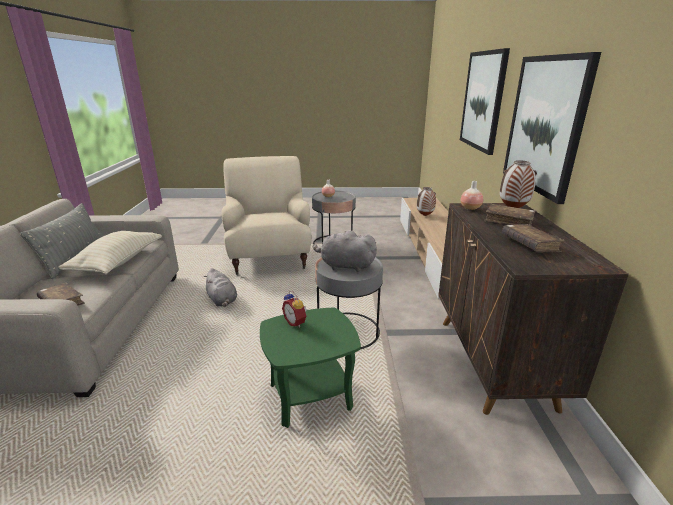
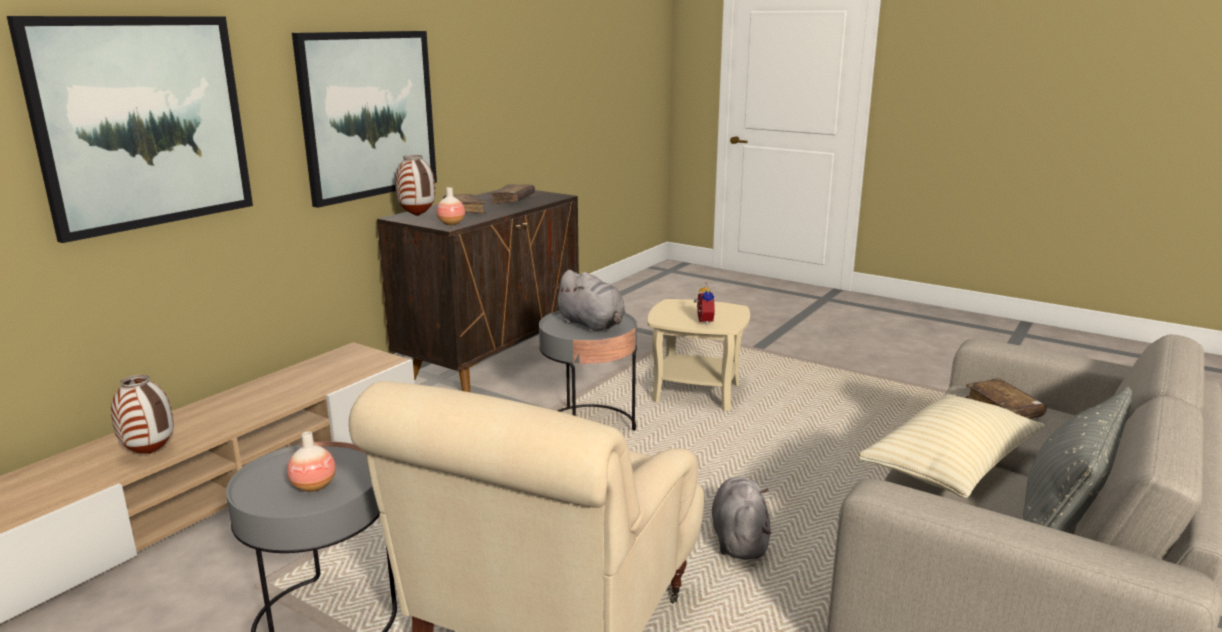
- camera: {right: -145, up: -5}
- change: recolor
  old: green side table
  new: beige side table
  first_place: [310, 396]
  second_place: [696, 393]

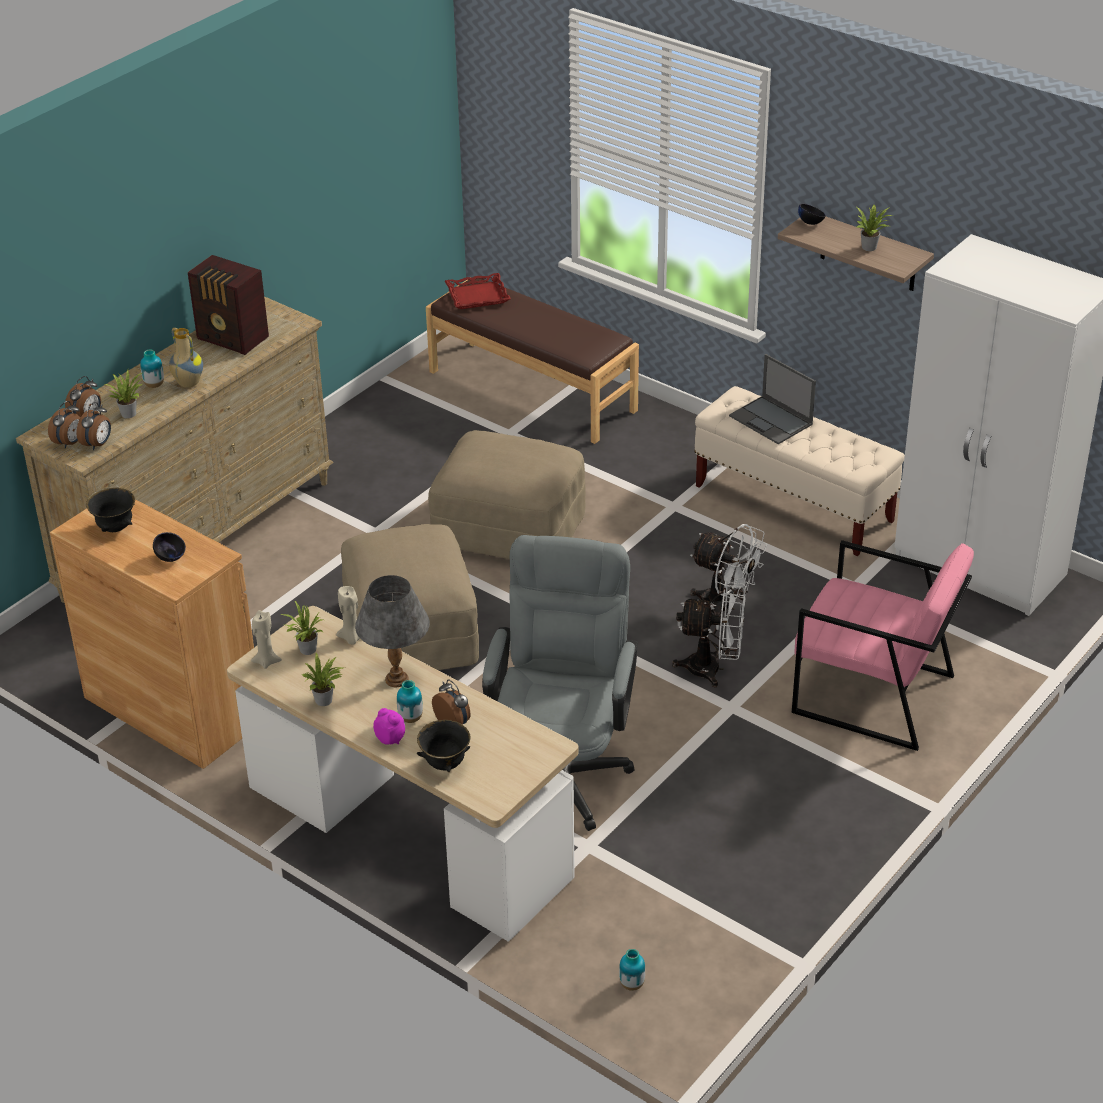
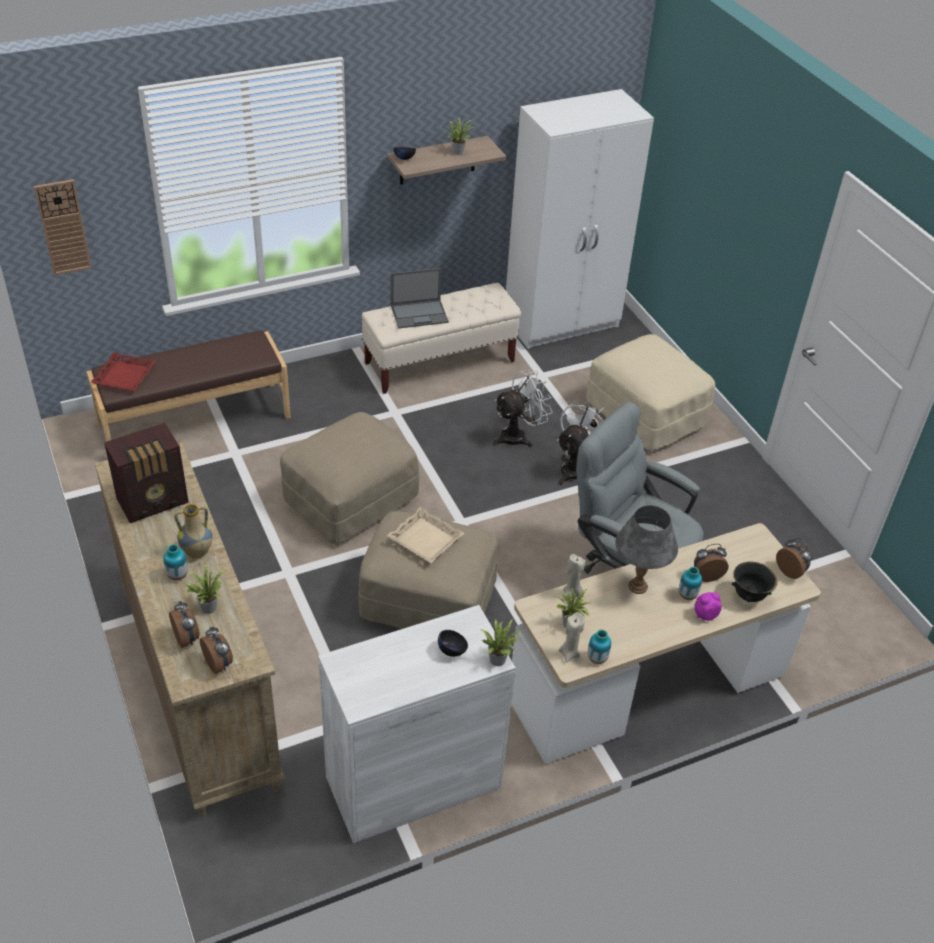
- camera: {right: -65, up: 5}
- change: insert
  new: wall clock
  second_place: [63, 227]
- change: recolor
  old: brown cabinet
  new: white cabinet
  first_place: [173, 709]
  second_place: [413, 783]
- change: insert
  new: beige tray
  second_place: [425, 539]
- change: move
  old: potted plant
  first_place: [326, 701]
  second_place: [499, 659]
- change: replace
  old: pink armchair
  new: beige ottoman
  first_place: [873, 694]
  second_place: [646, 414]
- change: move
  old: vase
  first_place: [632, 984]
  second_place: [597, 658]
- change: move
  old: alarm clock
  first_place: [98, 444]
  second_place: [790, 571]
- change: delete
  old: black bowl
  first_place: [115, 528]

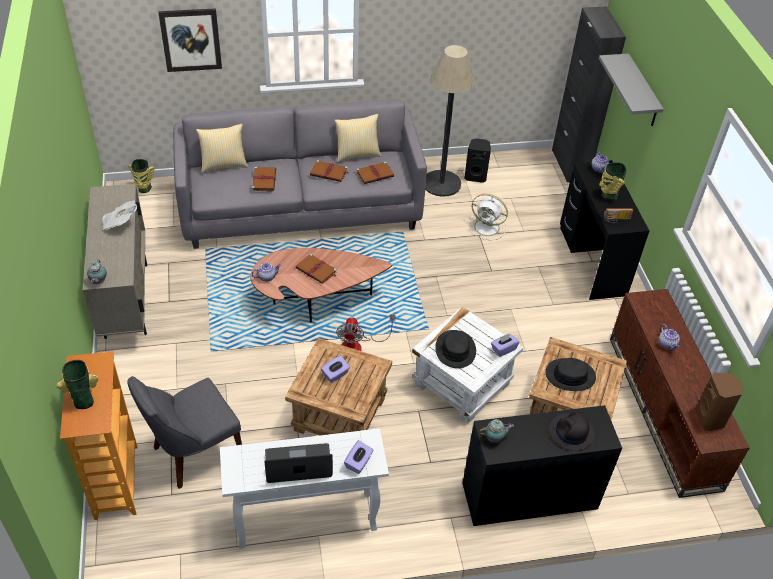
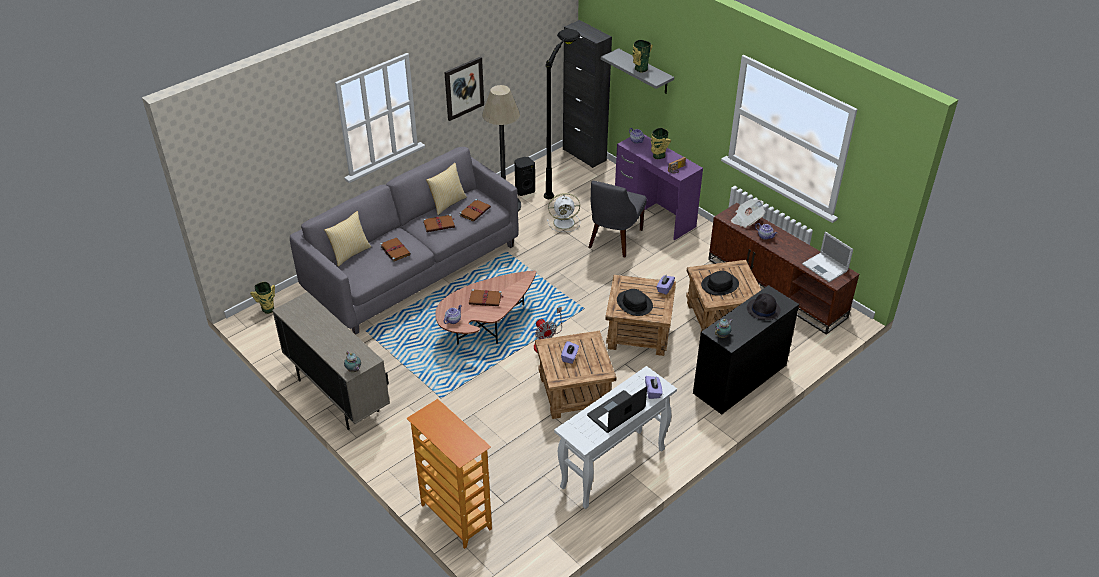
- camera: {right: -30, up: -5}
- change: move
  old: picture
  first_place: [191, 40]
  second_place: [464, 88]
- change: insert
  new: black floor lamp
  second_place: [562, 178]
- change: move
  old: grey chair
  first_place: [194, 453]
  second_place: [613, 240]
- change: recolor
  old: white side table
  new: brown side table
  first_place: [462, 383]
  second_place: [638, 332]
- change: recolor
  old: black desk
  new: purple desk
  first_place: [592, 261]
  second_place: [655, 214]
- change: move
  old: vase
  first_place: [83, 399]
  second_place: [640, 68]
- change: move
  old: newspaper
  first_place: [120, 223]
  second_place: [746, 220]
- change: replace
  old: brown speaker
  new: laptop
  first_place: [711, 418]
  second_place: [825, 268]

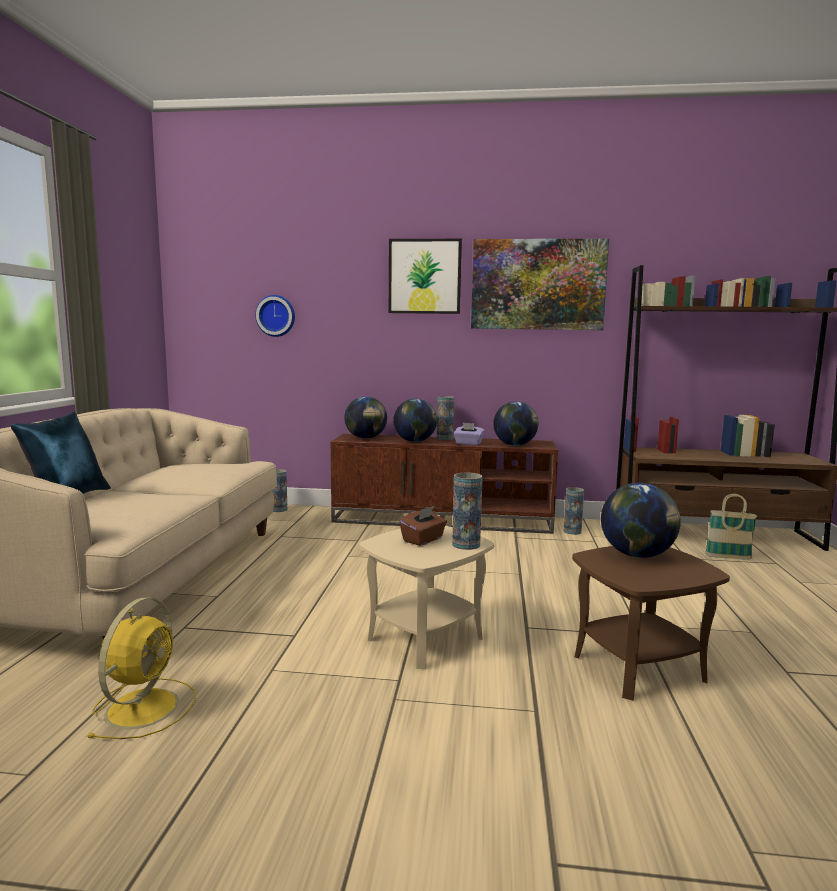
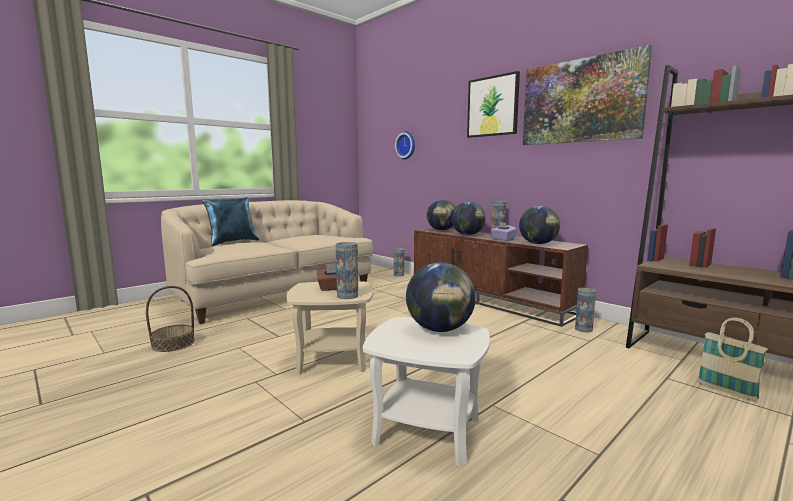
- camera: {right: 40, up: 0}
- change: replace
  old: yellow fan
  new: basket
  first_place: [144, 706]
  second_place: [173, 344]
- change: recolor
  old: brown side table
  new: white side table
  first_place: [639, 667]
  second_place: [427, 430]

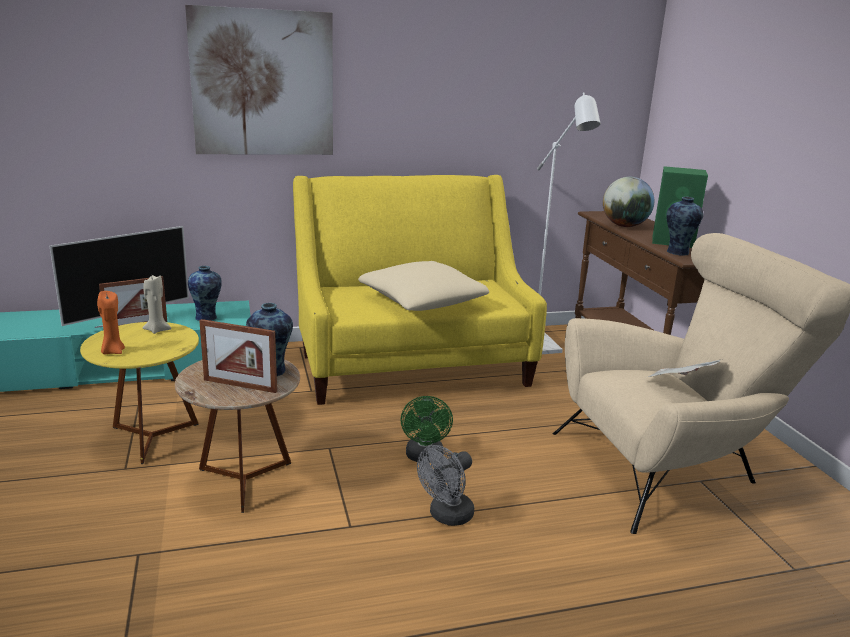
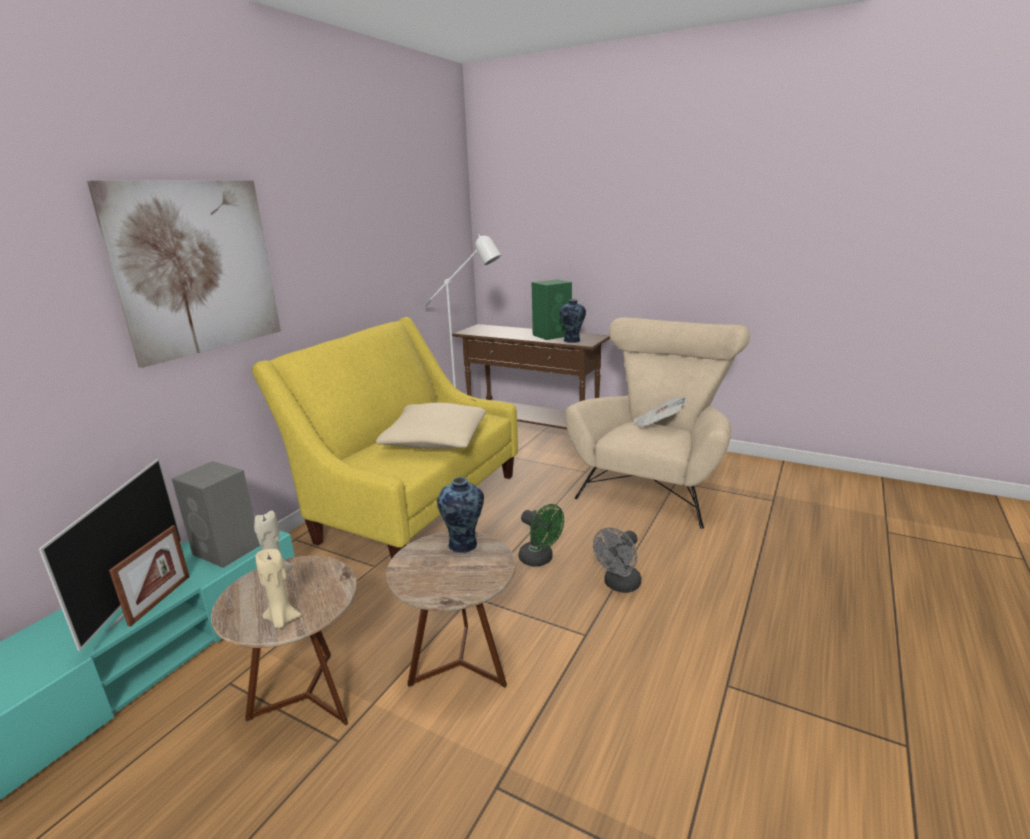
- camera: {right: -45, up: 0}
- change: replace
  old: vase
  new: grey speaker
  first_place: [207, 318]
  second_place: [227, 550]
- change: recolor
  old: yellow side table
  new: brown side table
  first_place: [151, 438]
  second_place: [308, 698]
- change: recolor
  old: orange candle
  new: beige candle
  first_place: [113, 352]
  second_place: [282, 620]
- change: rotate
  old: grey fan
  first_place: [446, 516]
  second_place: [619, 585]
  degrees: 45
- change: delete
  old: picture frame
  first_place: [240, 385]
- change: delete
  old: globe
  first_place: [624, 226]

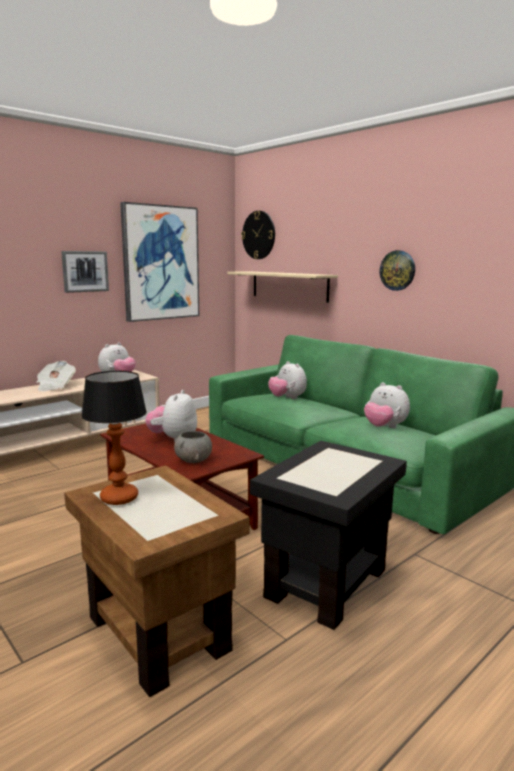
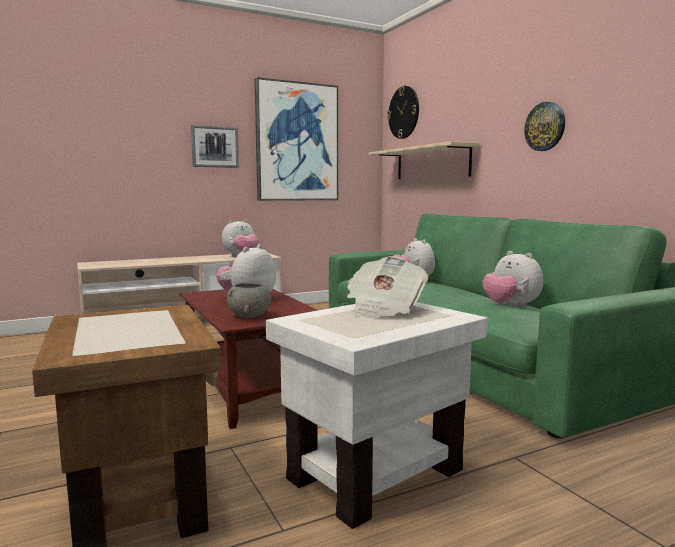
- camera: {right: 15, up: -5}
- change: recolor
  old: black side table
  new: white side table
  first_place: [325, 582]
  second_place: [374, 473]
- change: move
  old: newspaper
  first_place: [55, 387]
  second_place: [383, 309]
- change: delete
  old: table lamp
  first_place: [120, 497]

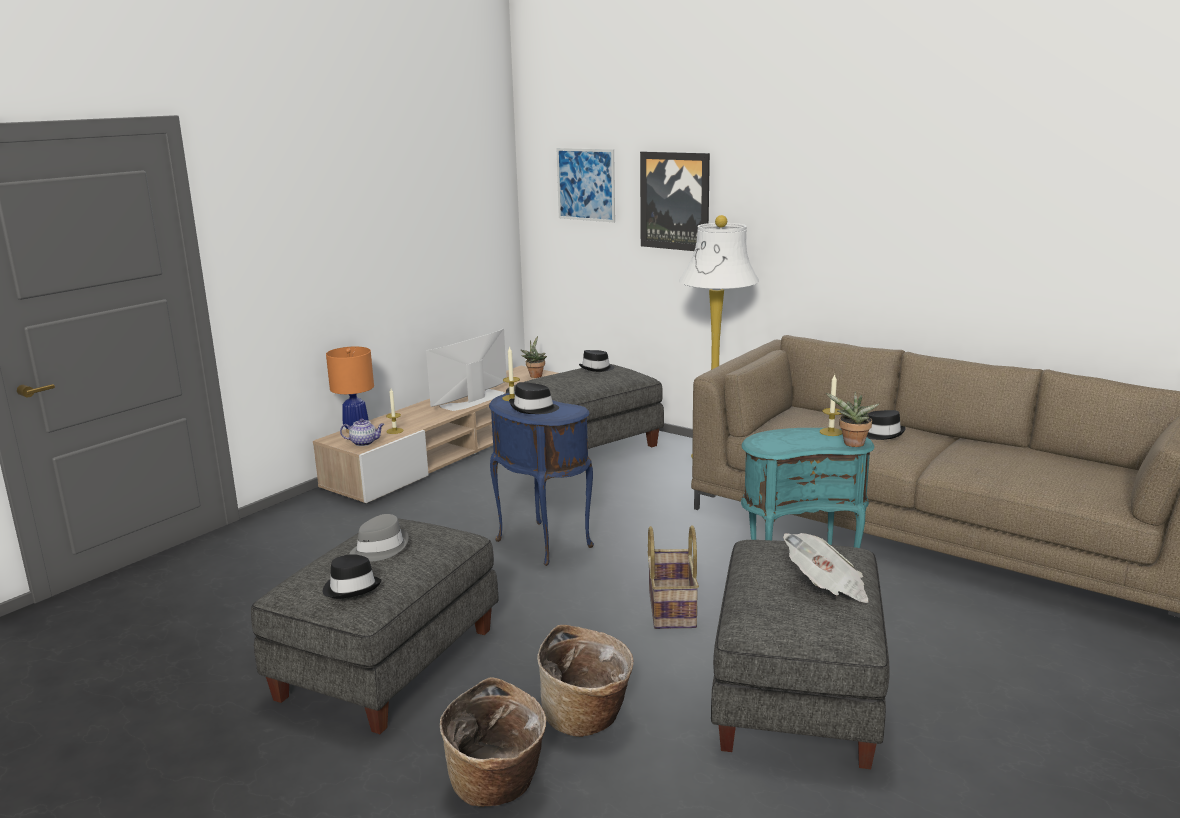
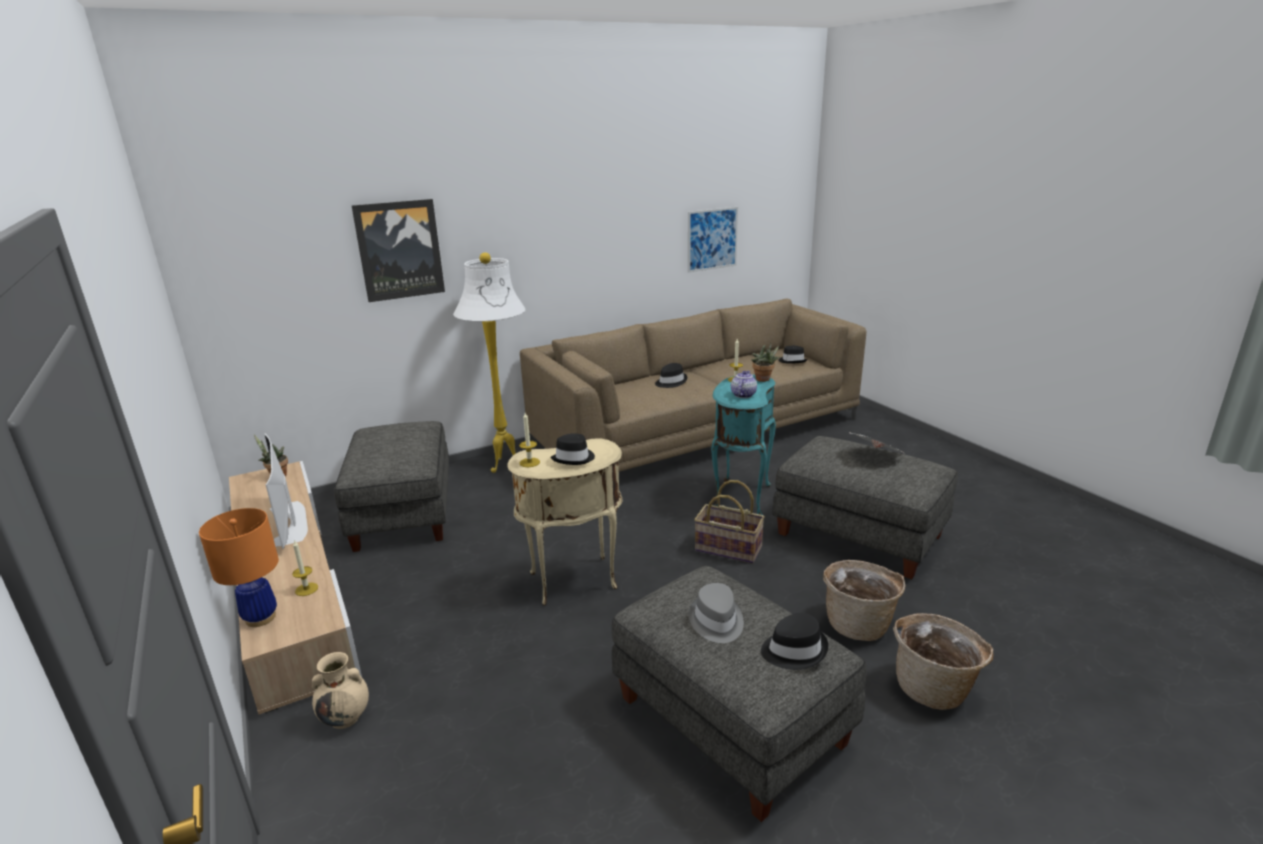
- camera: {right: -65, up: 5}
- change: insert
  new: beige vase
  second_place: [346, 717]
- change: recolor
  old: blue side table
  new: beige side table
  first_place: [541, 545]
  second_place: [574, 582]
- change: move
  old: picture
  first_place: [586, 184]
  second_place: [712, 239]
- change: move
  old: teapot
  first_place: [364, 443]
  second_place: [743, 395]
- change: move
  old: black hat
  first_place: [597, 368]
  second_place: [792, 361]

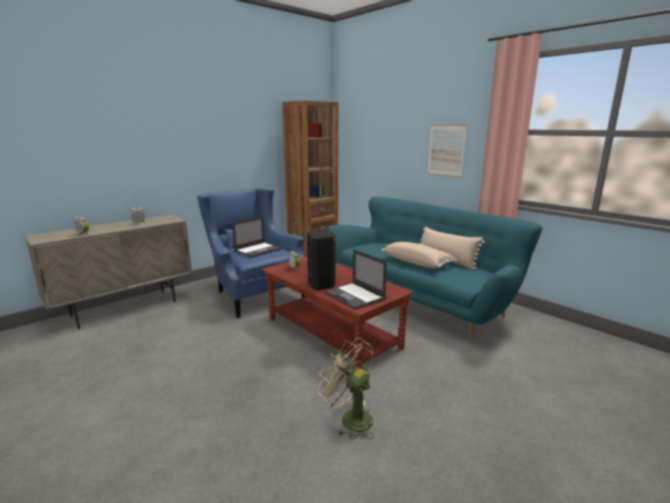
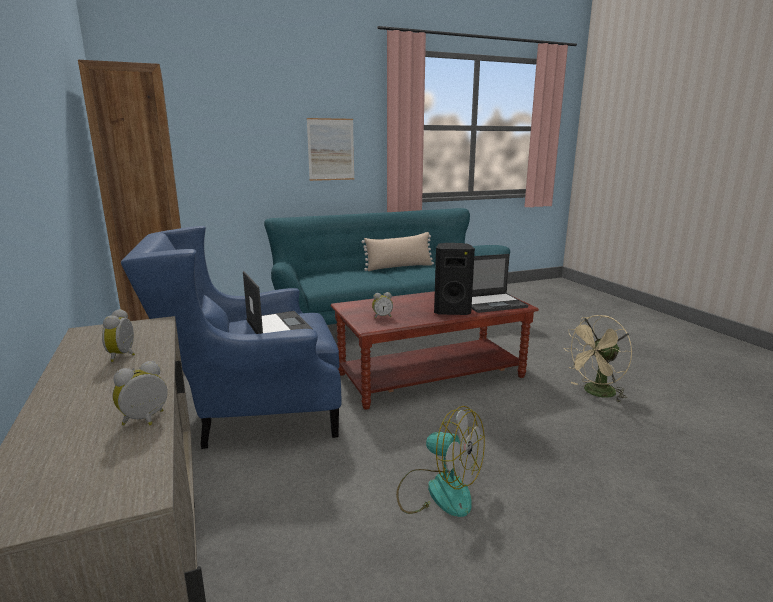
- camera: {right: -70, up: 0}
- change: insert
  new: fan
  second_place: [438, 491]
- change: delete
  old: beige pillow
  first_place: [417, 263]

